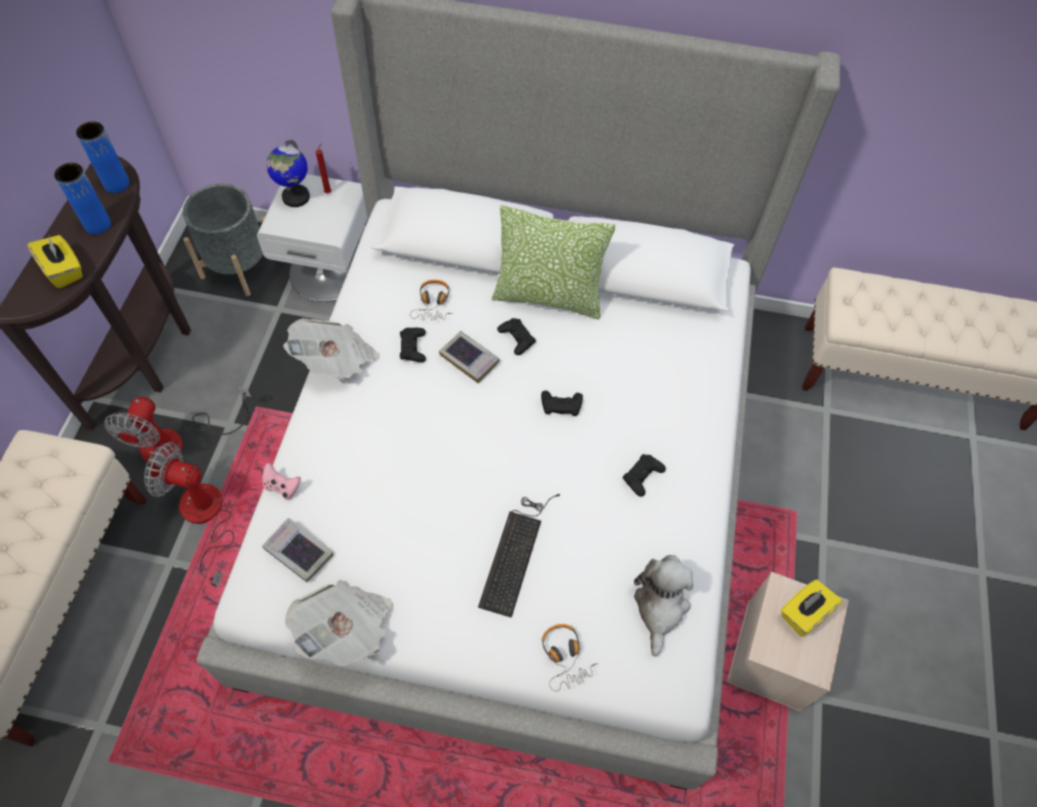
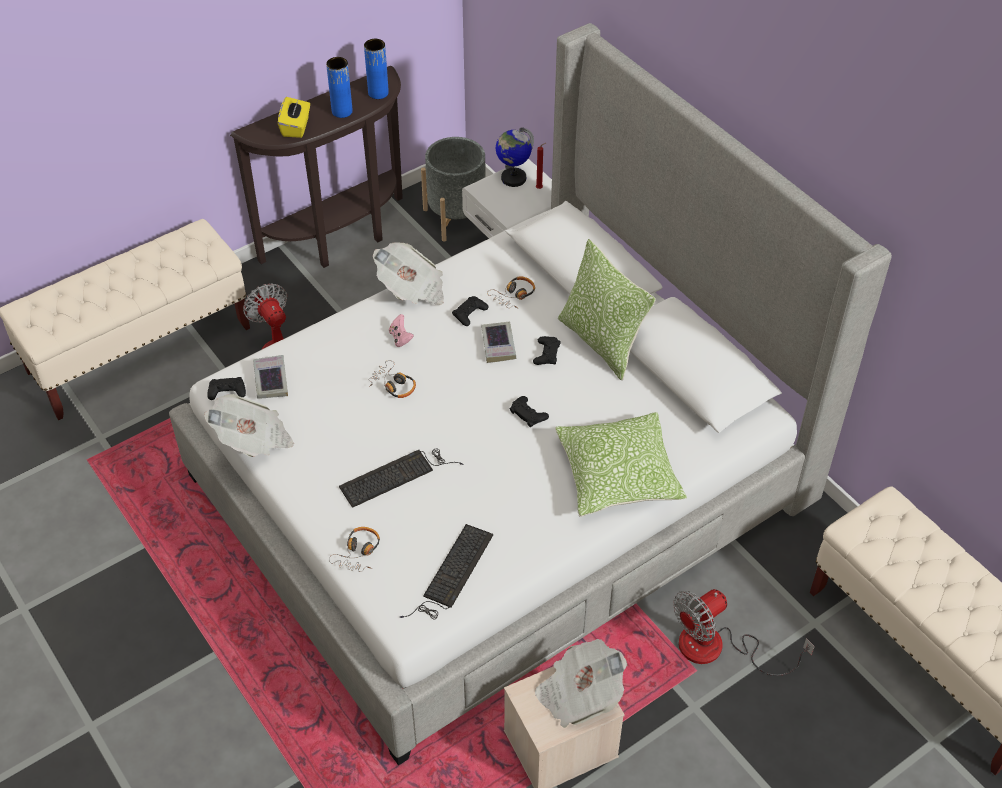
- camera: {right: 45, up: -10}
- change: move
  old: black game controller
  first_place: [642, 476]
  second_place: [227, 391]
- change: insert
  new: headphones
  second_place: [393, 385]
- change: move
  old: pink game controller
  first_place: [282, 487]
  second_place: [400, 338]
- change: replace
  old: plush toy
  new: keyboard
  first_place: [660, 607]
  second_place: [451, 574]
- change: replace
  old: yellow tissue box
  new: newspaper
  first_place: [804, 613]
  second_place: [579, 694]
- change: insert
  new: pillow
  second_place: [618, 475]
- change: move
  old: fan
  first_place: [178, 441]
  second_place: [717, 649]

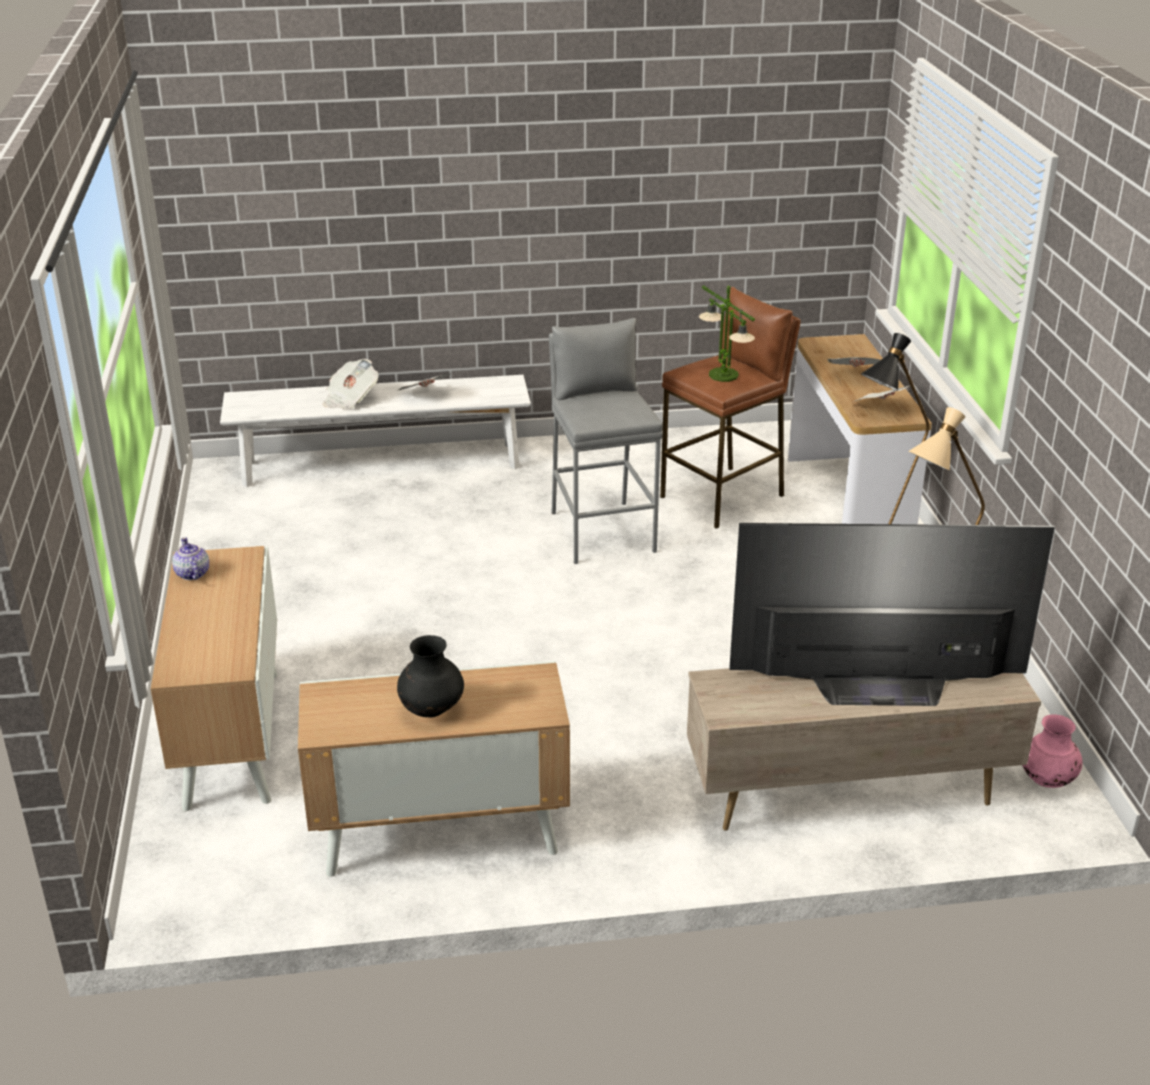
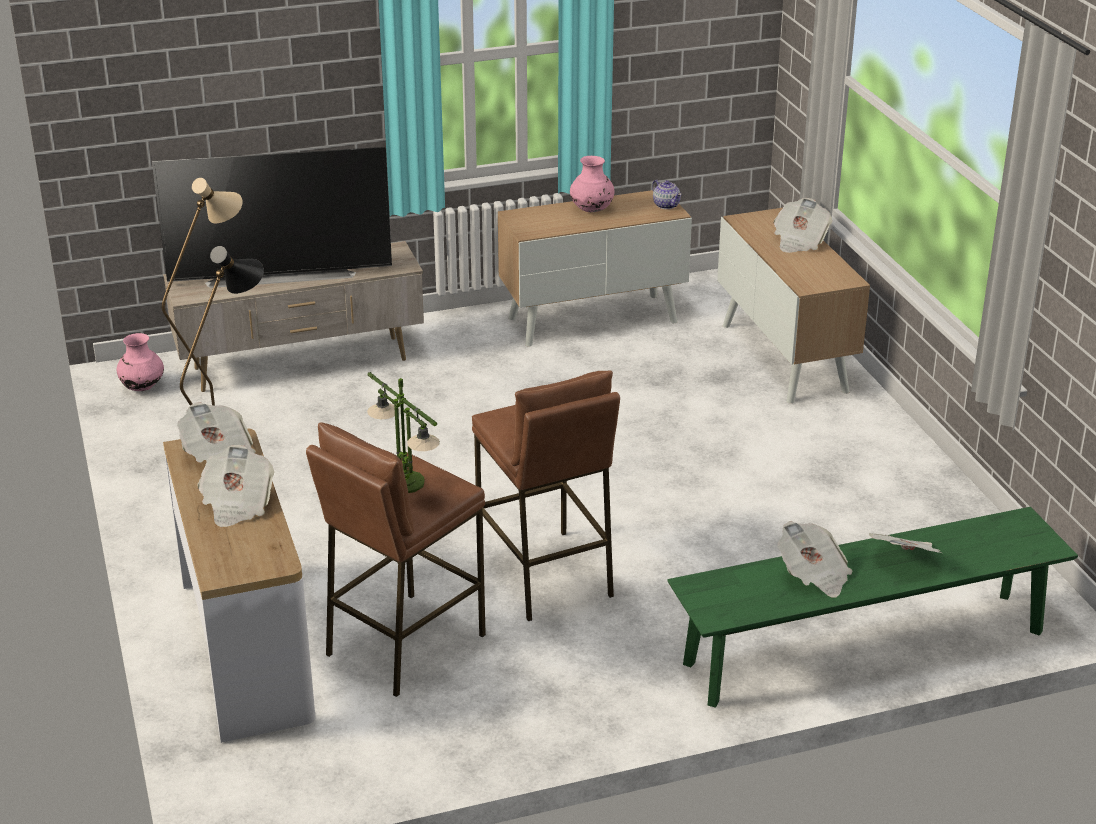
- camera: {right: 170, up: 0}
- change: recolor
  old: grey stool
  new: brown stool
  first_place: [602, 531]
  second_place: [545, 576]
- change: recolor
  old: black vase
  new: pink vase
  first_place: [432, 710]
  second_place: [592, 210]
- change: move
  old: teapot
  first_place: [192, 574]
  second_place: [666, 205]
- change: recolor
  old: white bench
  new: green bench
  first_place: [381, 465]
  second_place: [864, 648]
- change: insert
  new: newspaper
  second_place: [799, 241]

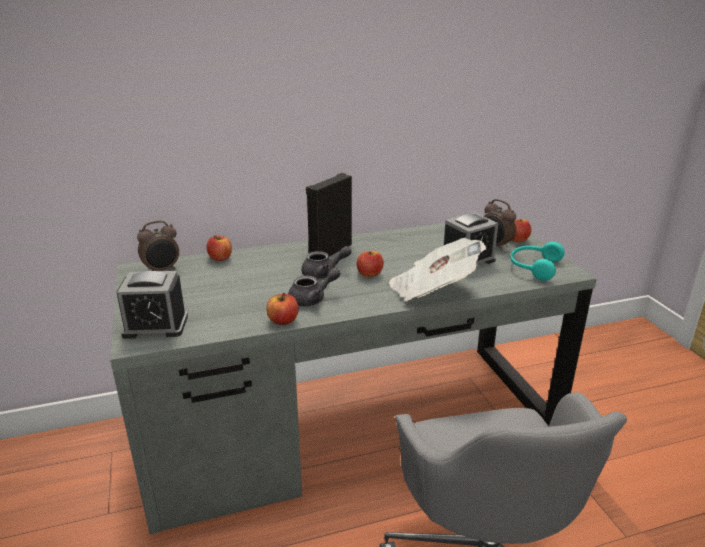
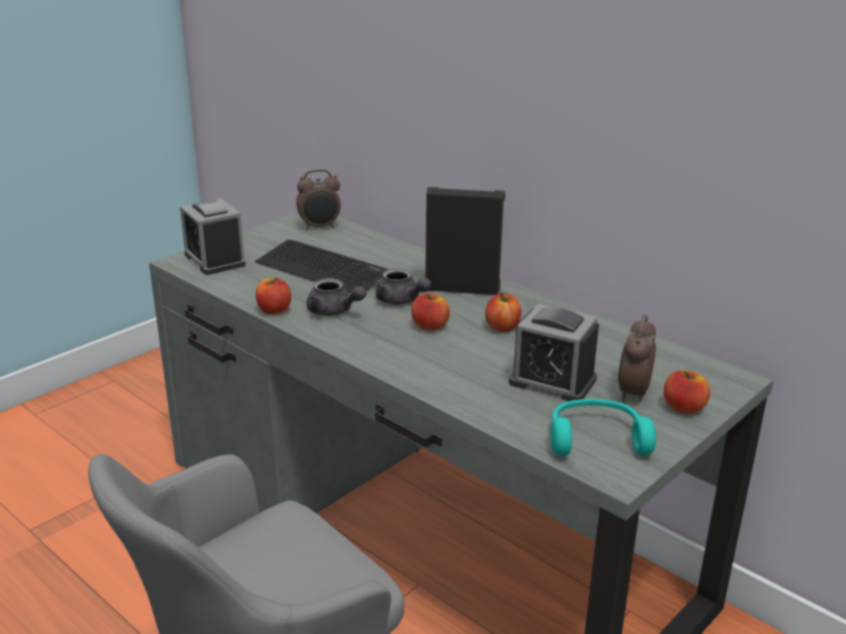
- camera: {right: 60, up: 0}
- change: insert
  new: keyboard
  second_place: [324, 269]
- change: rotate
  old: alarm clock
  first_place: [162, 270]
  second_place: [320, 227]
  degrees: -45
- change: move
  old: apple
  first_place: [220, 258]
  second_place: [502, 327]
- change: delete
  old: newspaper
  first_place: [433, 290]

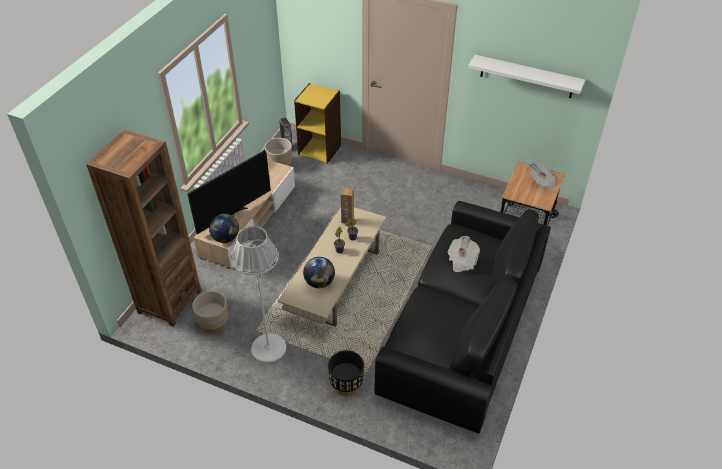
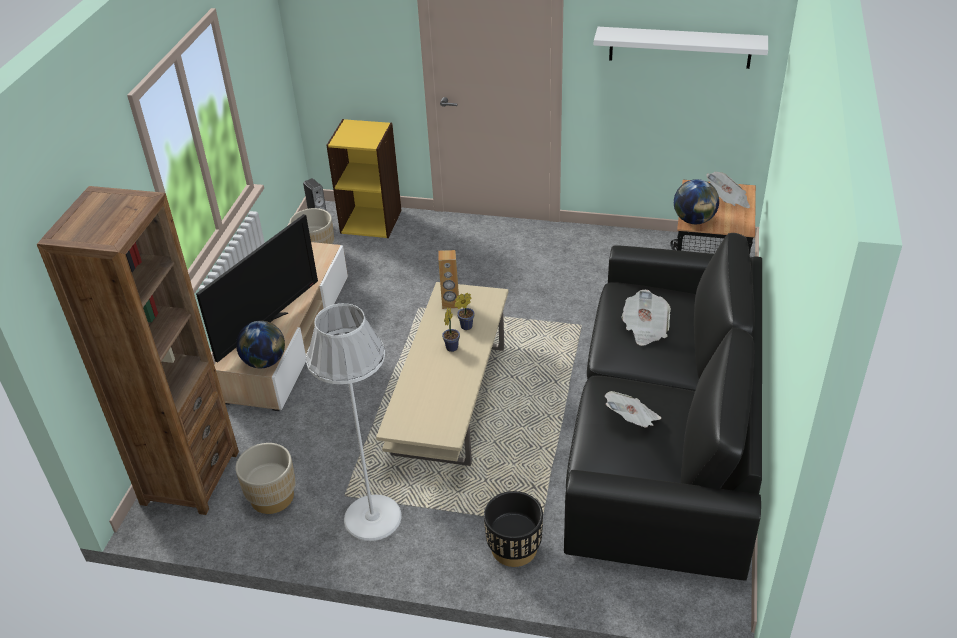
- camera: {right: -10, up: -5}
- change: insert
  new: newspaper
  second_place: [632, 420]
- change: move
  old: globe
  first_place: [319, 283]
  second_place: [694, 220]

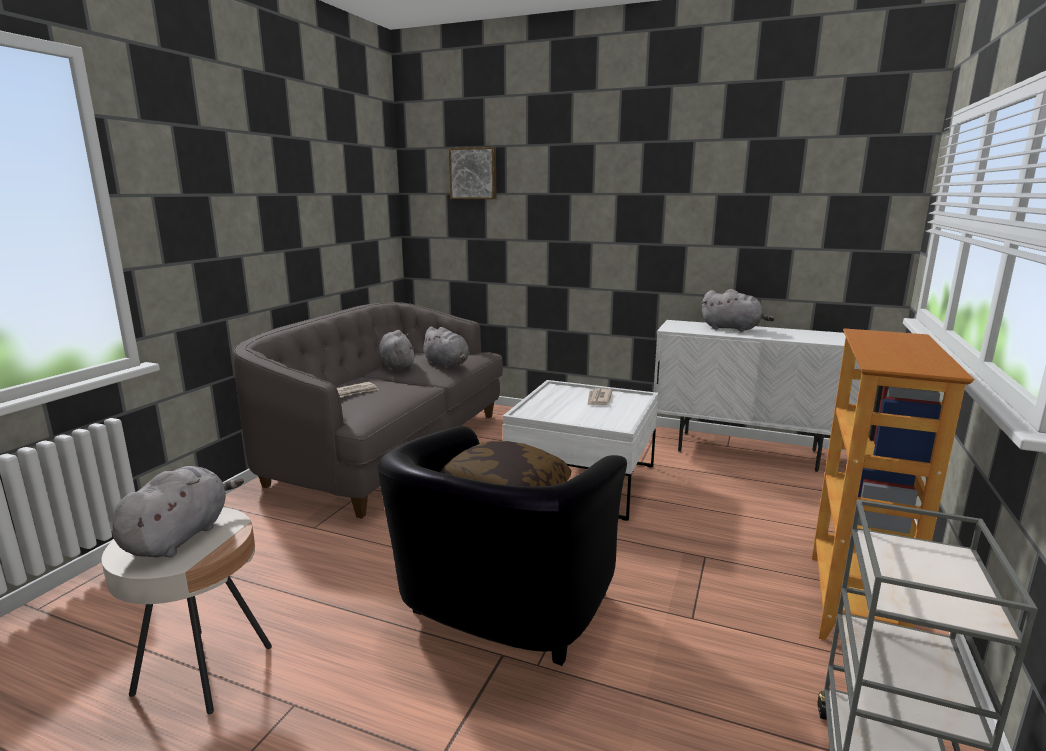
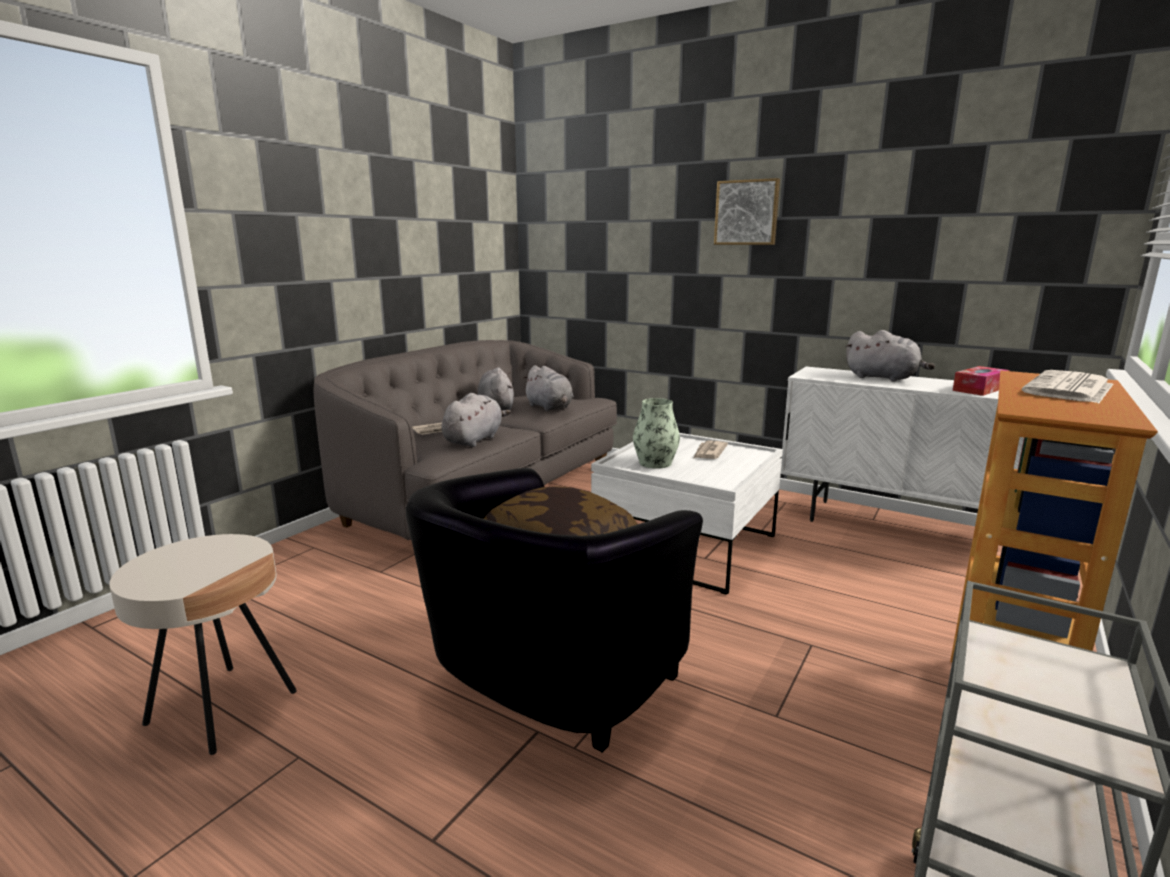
- camera: {right: 10, up: 0}
- change: move
  old: grey plush toy
  first_place: [180, 536]
  second_place: [474, 440]
- change: insert
  new: vase
  second_place: [655, 463]
- change: move
  old: picture
  first_place: [473, 173]
  second_place: [747, 212]
- change: insert
  new: tissue box
  second_place: [979, 389]
- change: insert
  new: newspaper
  second_place: [1069, 389]

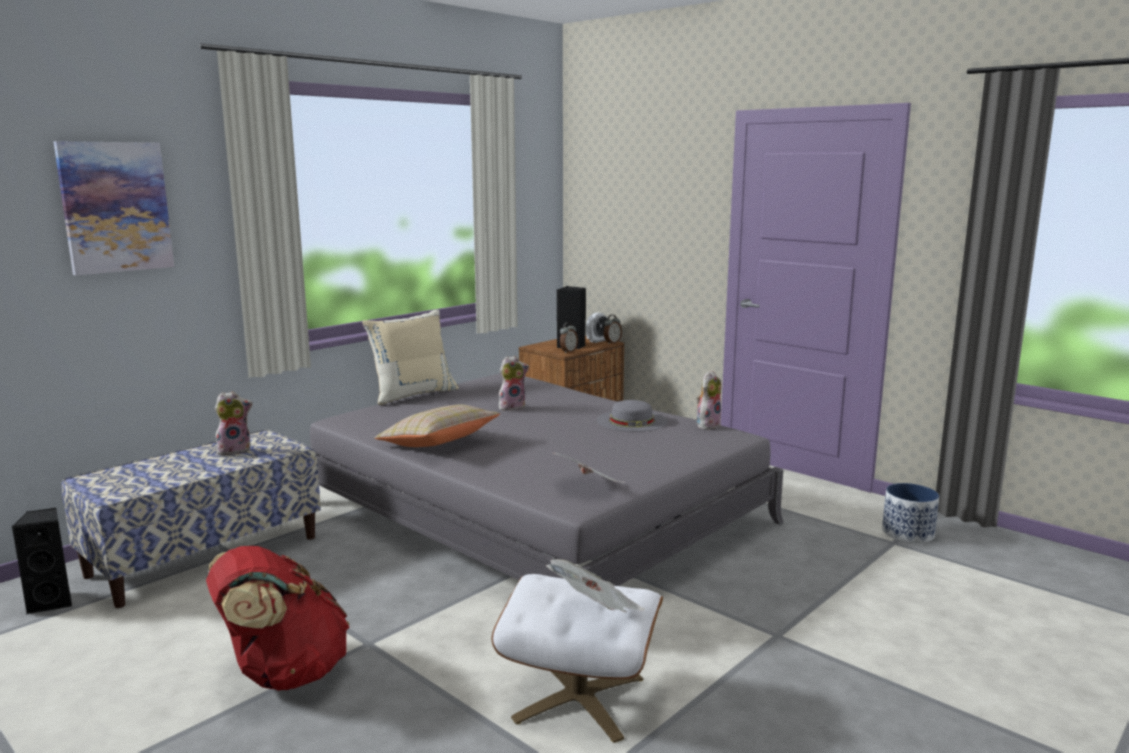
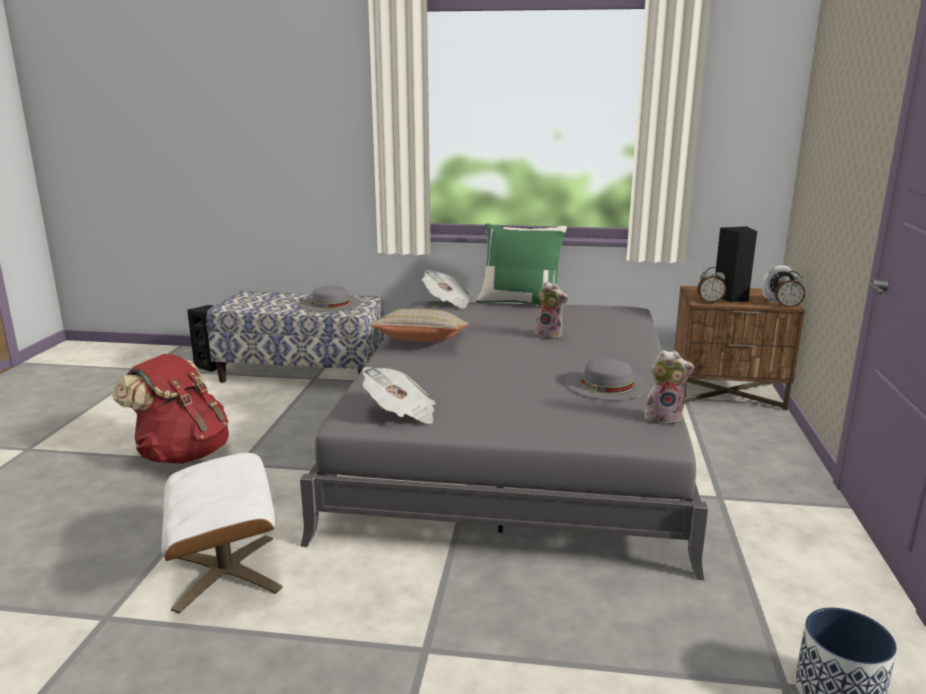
- camera: {right: 55, up: 5}
- change: replace
  old: plush toy
  new: grey hat
  first_place: [235, 450]
  second_place: [330, 303]
- change: move
  old: newspaper
  first_place: [595, 610]
  second_place: [447, 302]
- change: recolor
  old: beige pillow
  new: green pillow
  first_place: [413, 394]
  second_place: [521, 302]
- change: delete
  old: picture
  first_place: [115, 207]

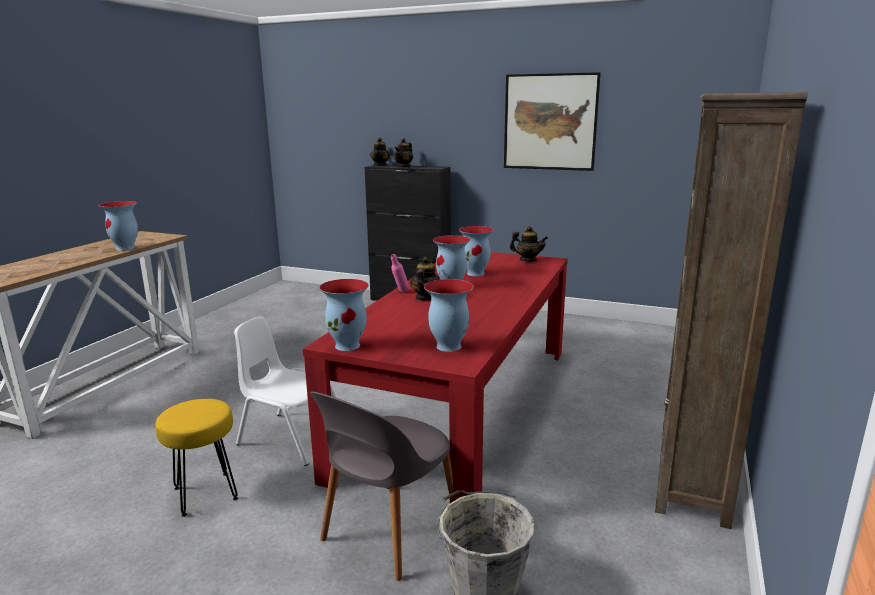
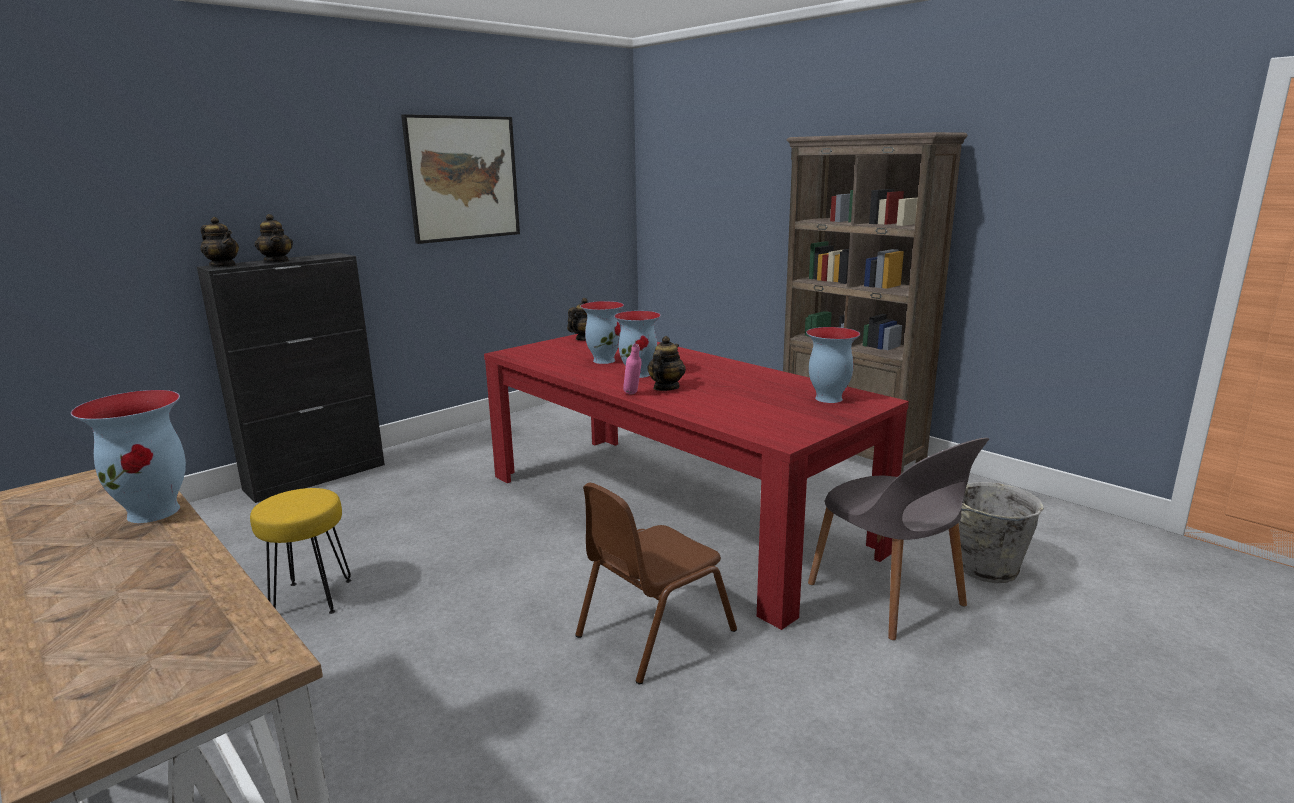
- camera: {right: -65, up: 0}
- change: move
  old: yellow stool
  first_place: [205, 493]
  second_place: [311, 598]
- change: recolor
  old: white chair
  new: brown chair
  first_place: [292, 437]
  second_place: [653, 633]
- change: rotate
  old: teapot
  first_place: [425, 297]
  second_place: [665, 388]
  degrees: 75
- change: delete
  old: vase
  first_place: [348, 345]

